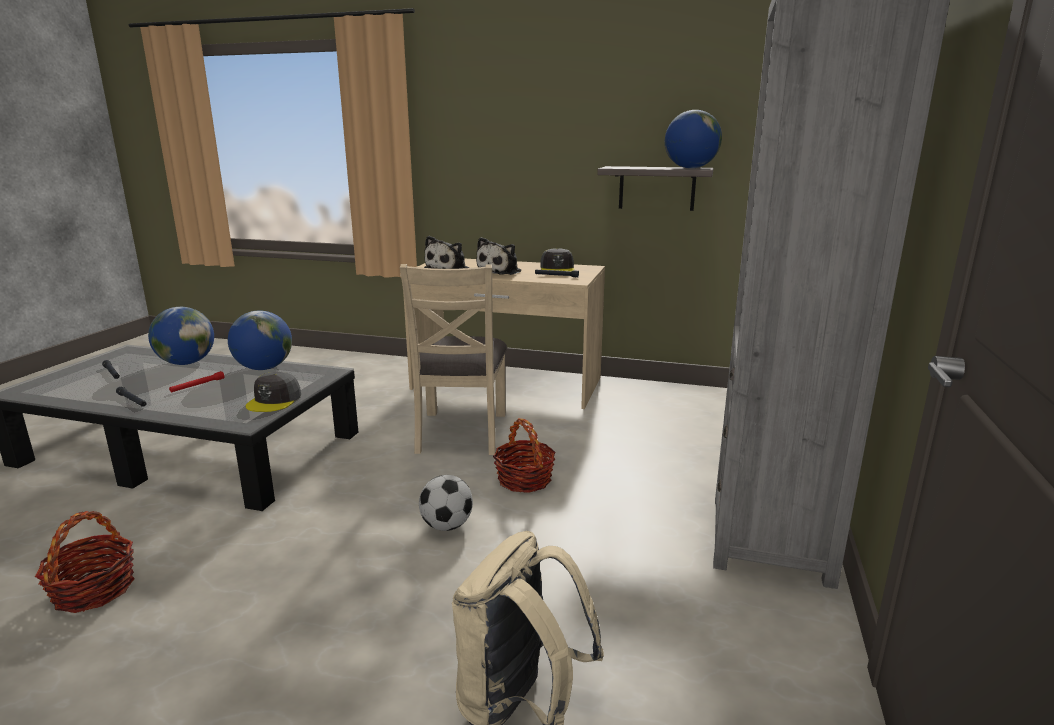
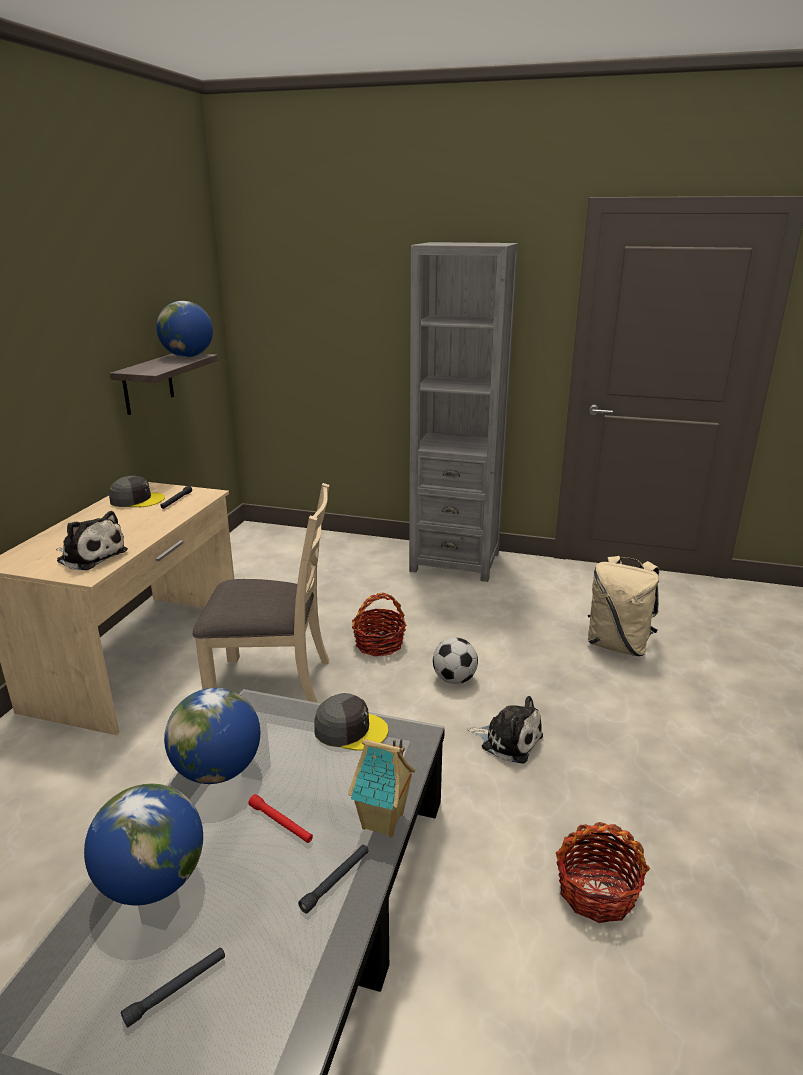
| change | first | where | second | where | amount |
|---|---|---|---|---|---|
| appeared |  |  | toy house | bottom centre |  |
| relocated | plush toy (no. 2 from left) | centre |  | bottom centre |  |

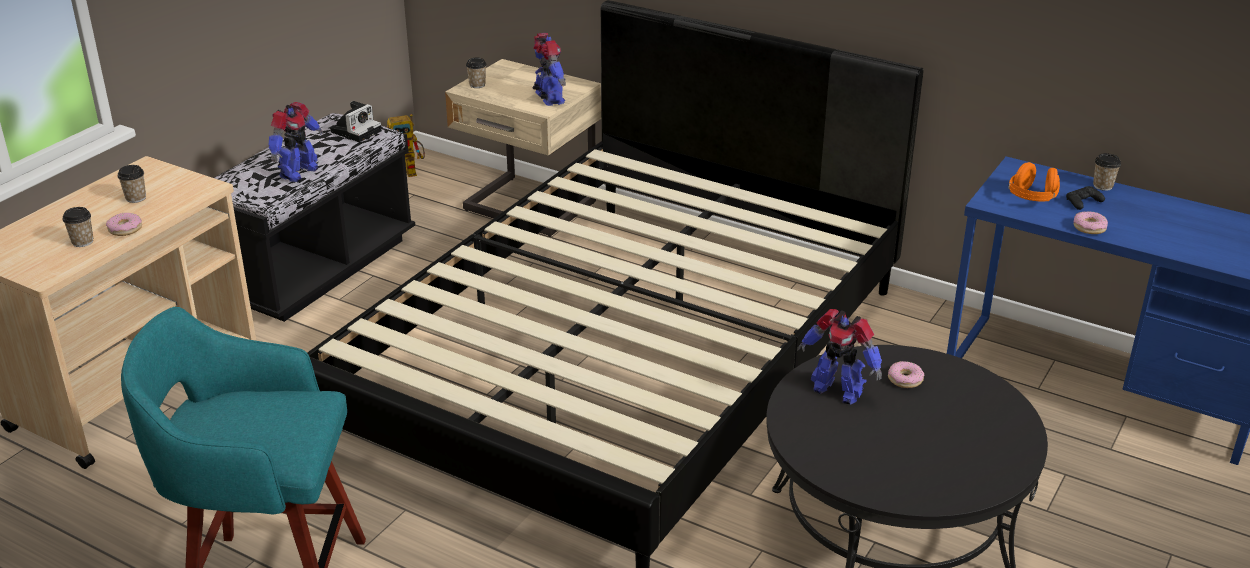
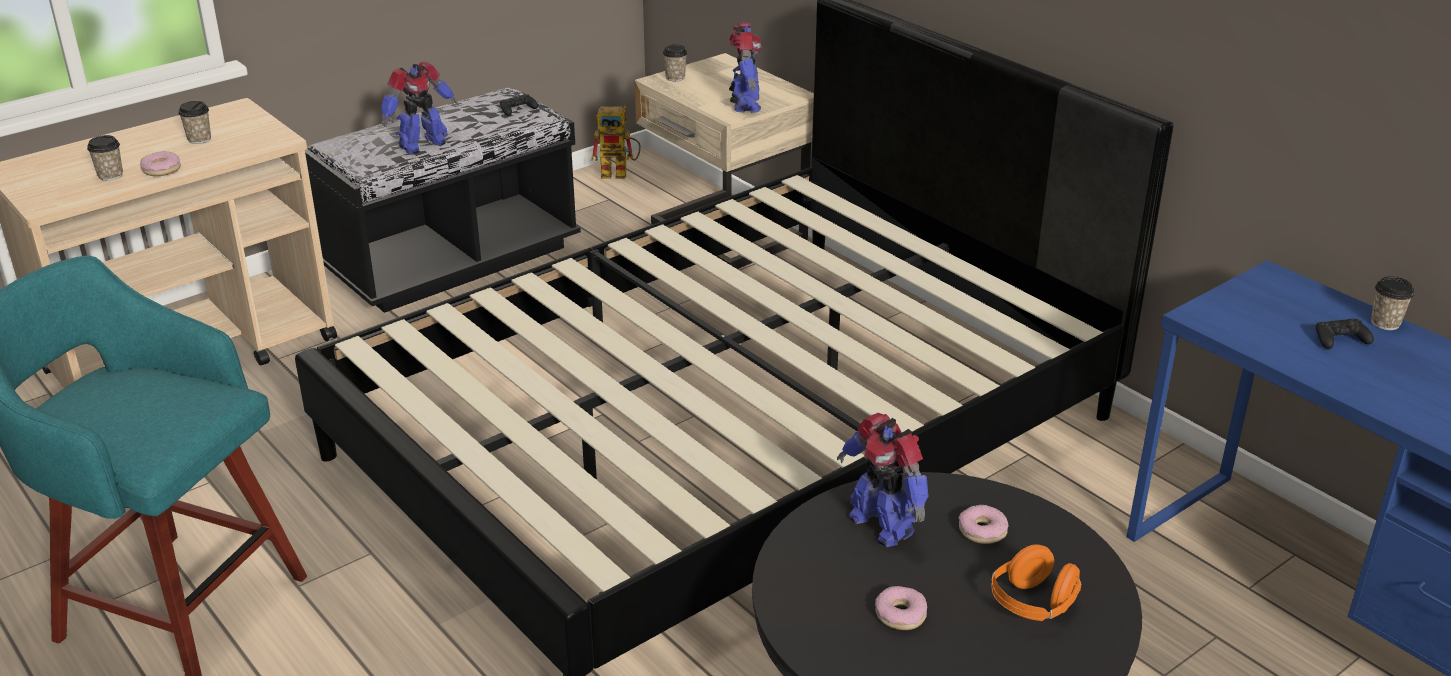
| change | first | where | second | where | amount |
|---|---|---|---|---|---|
| relocated | orange headphones | top right |  | bottom right |  |
| relocated | donut (no. 3 from left in the first image) | middle right | donut (no. 2 from left) | bottom centre |  |
| exchanged | photo camera | top left | black game controller (no. 1 from left) | top centre |  |

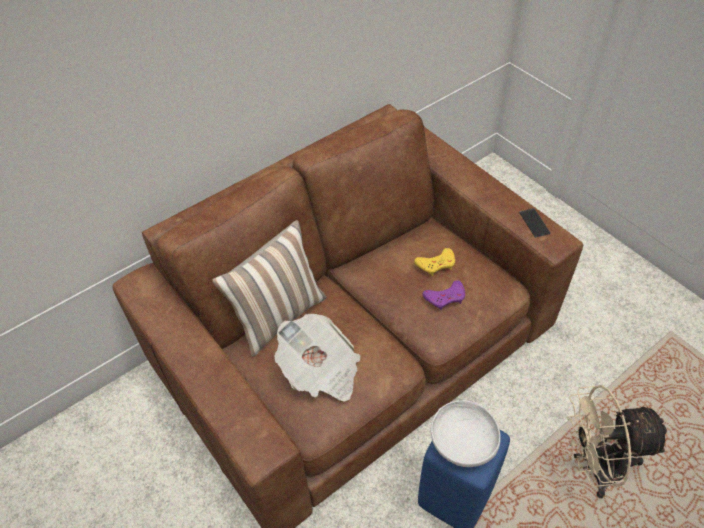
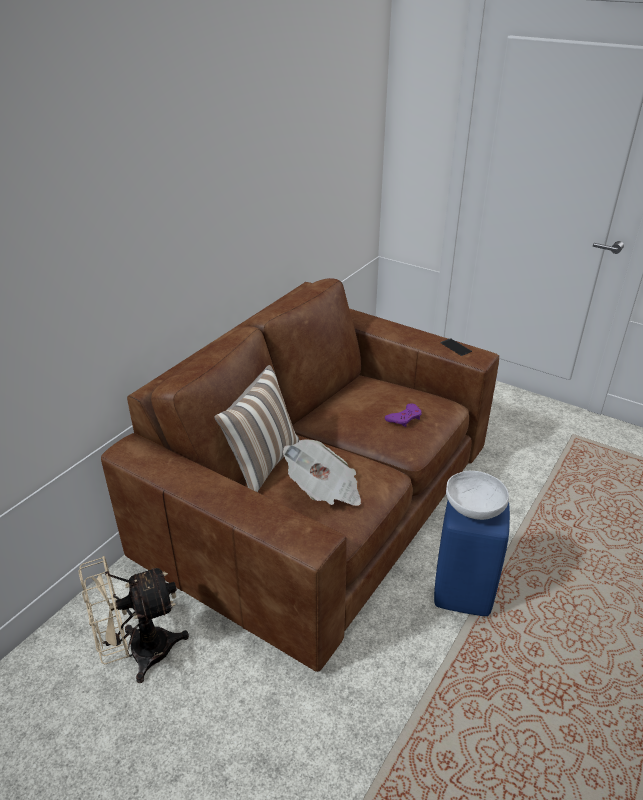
| change | first | where | second | where | amount |
|---|---|---|---|---|---|
| missing | yellow game controller | centre |  |  |  |
| relocated | beige fan | bottom right |  | bottom left |  |

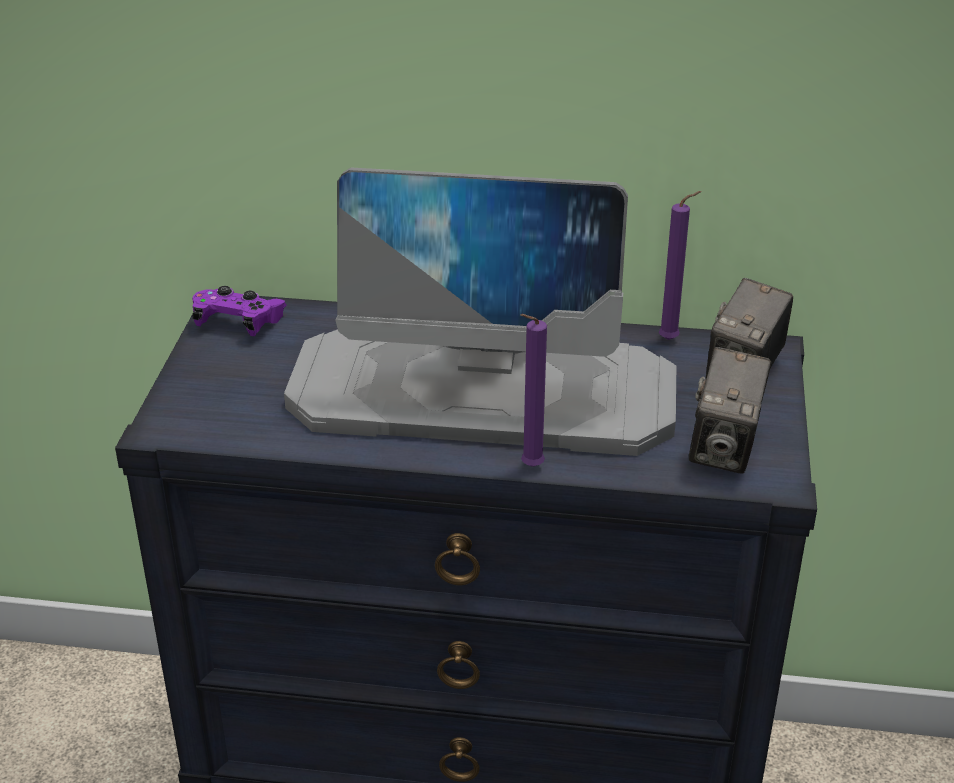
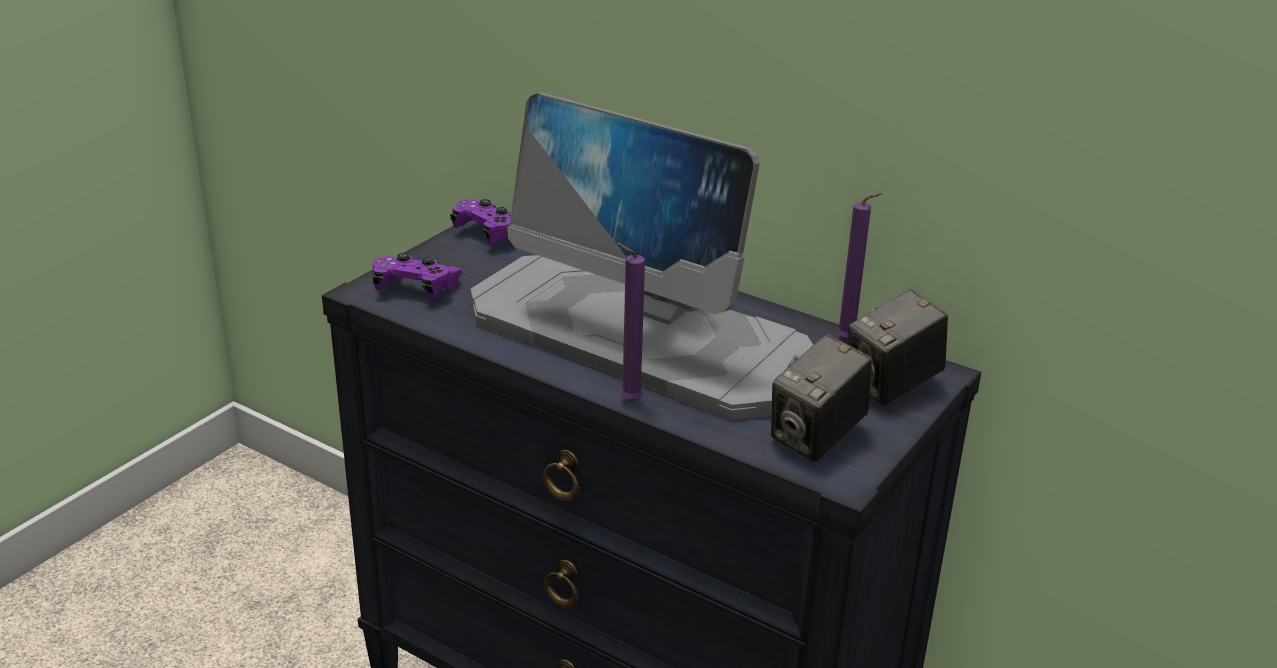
| change | first | where | second | where | amount |
|---|---|---|---|---|---|
| appeared |  |  | purple game controller (no. 1 from left) | middle left |  |

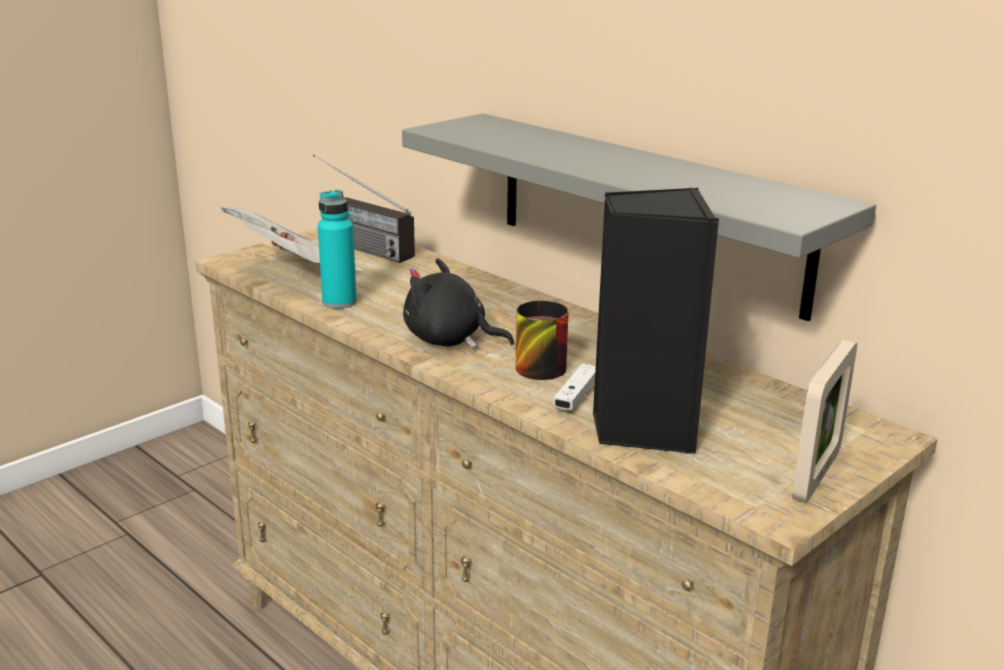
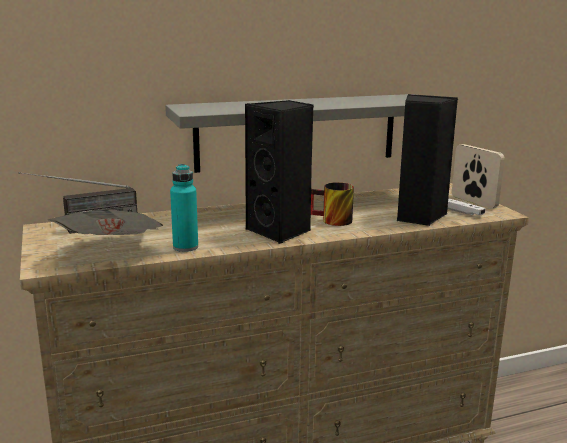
| change | first | where | second | where | amount |
|---|---|---|---|---|---|
| relocated | white game controller | centre |  | middle right |  |
| exchanged | black plush toy | centre | black speaker (no. 1 from left) | centre |  |

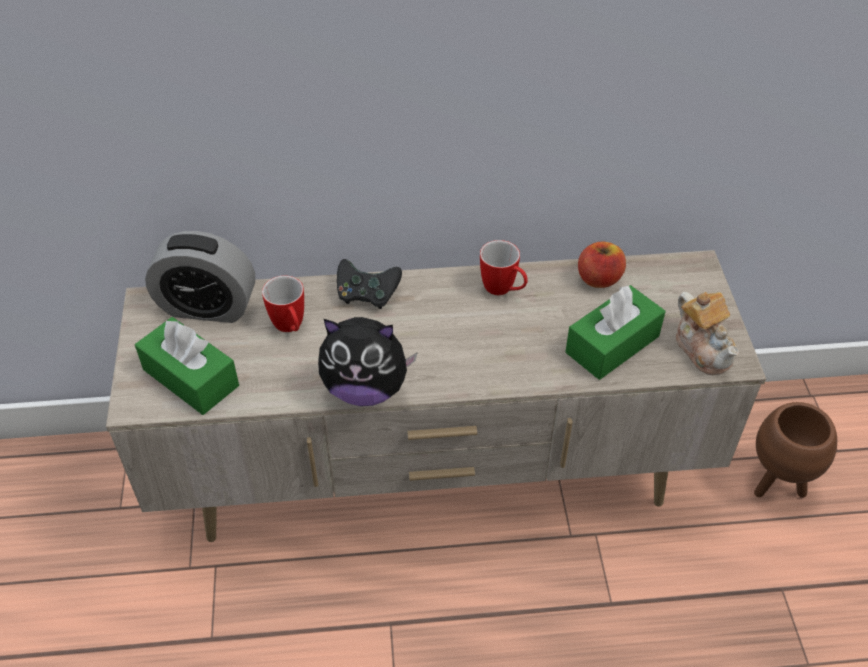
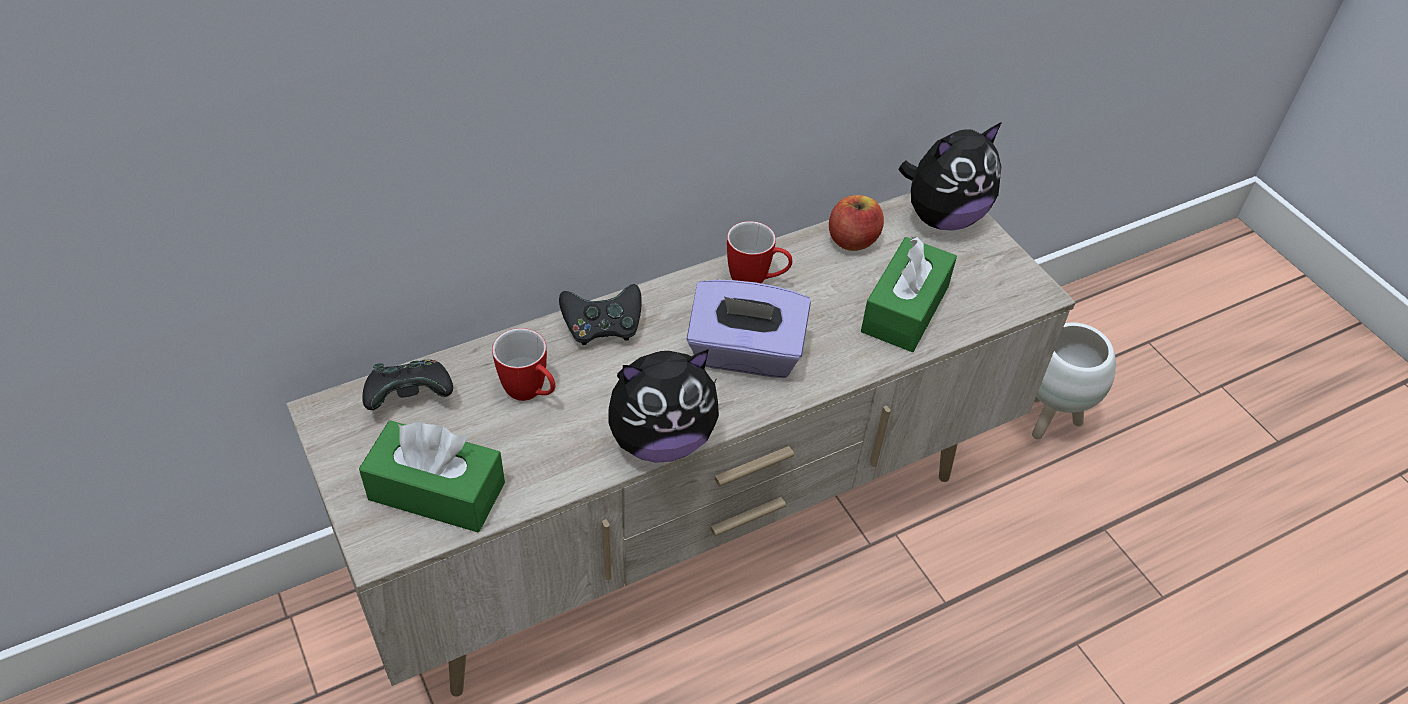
| change | first | where | second | where | amount |
|---|---|---|---|---|---|
| missing | teapot | middle right |  |  |  |
| appeared |  |  | purple tissue box | centre |  |
| appeared |  |  | plush toy (no. 2 from left) | top right |  |
| exchanged | alarm clock | middle left | black game controller (no. 1 from left) | middle left |  |
| colour | brown planter | bottom right | white planter | middle right |  |

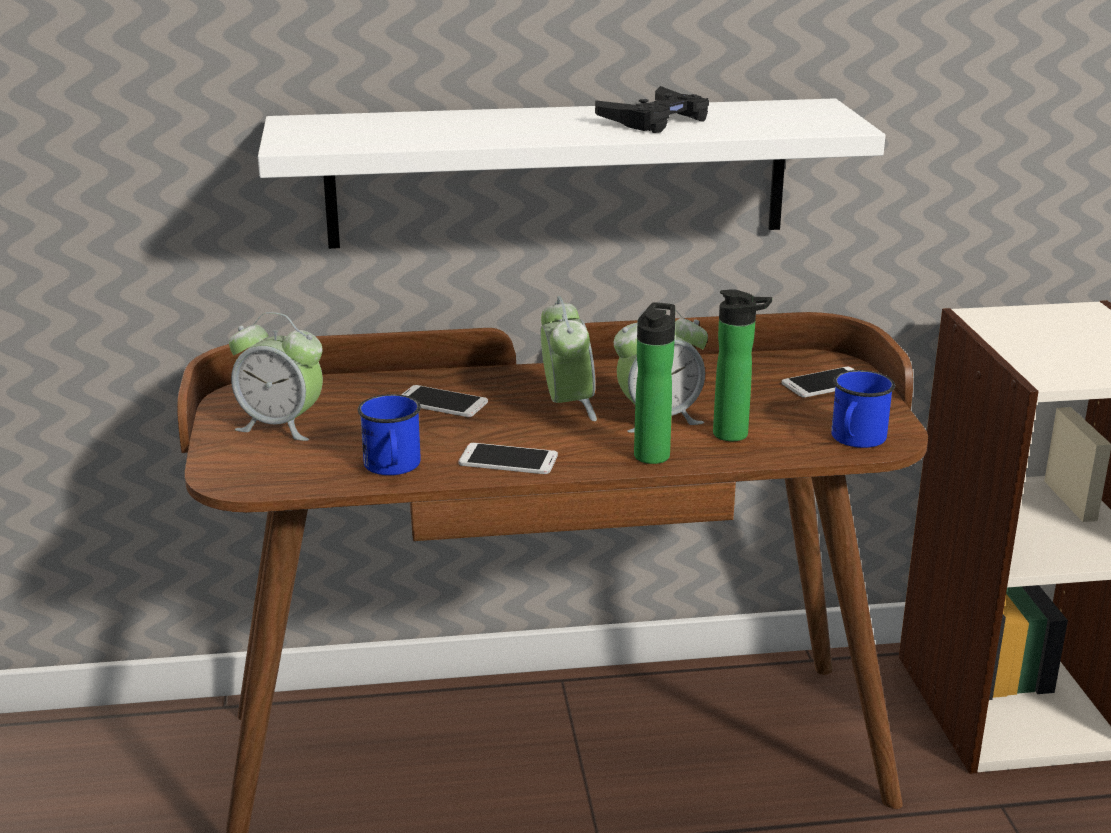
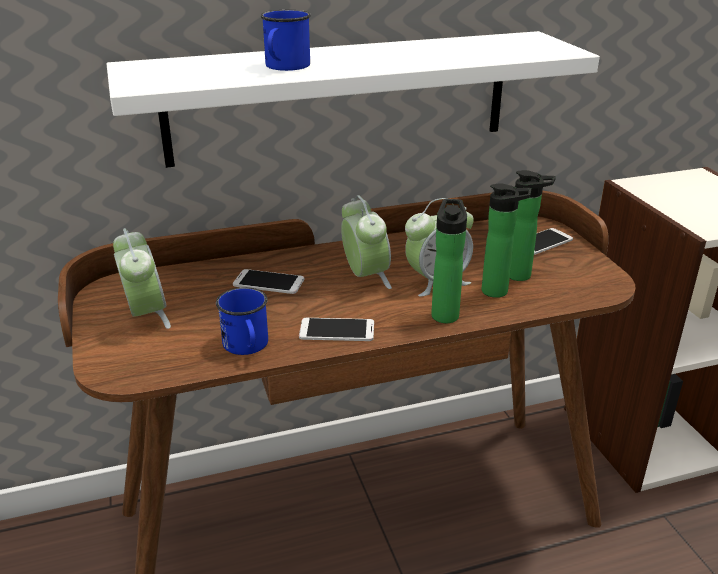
| change | first | where | second | where | amount |
|---|---|---|---|---|---|
| missing | black game controller | top centre |  |  |  |
| appeared |  |  | bottle (no. 3 from left) | middle right |  |
| relocated | blue mug (no. 2 from left) | middle right |  | top centre |  |
| spun | alarm clock (no. 1 from left) | middle left |  | middle left | 120 degrees counterclockwise |

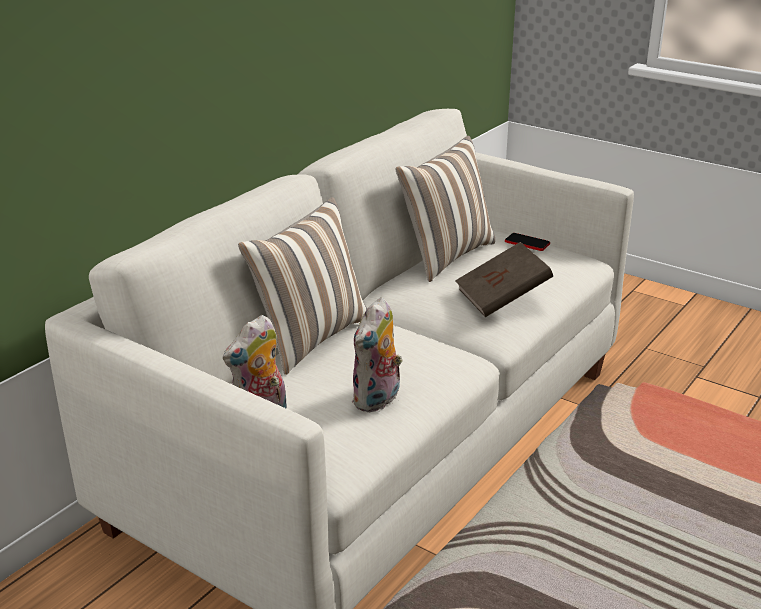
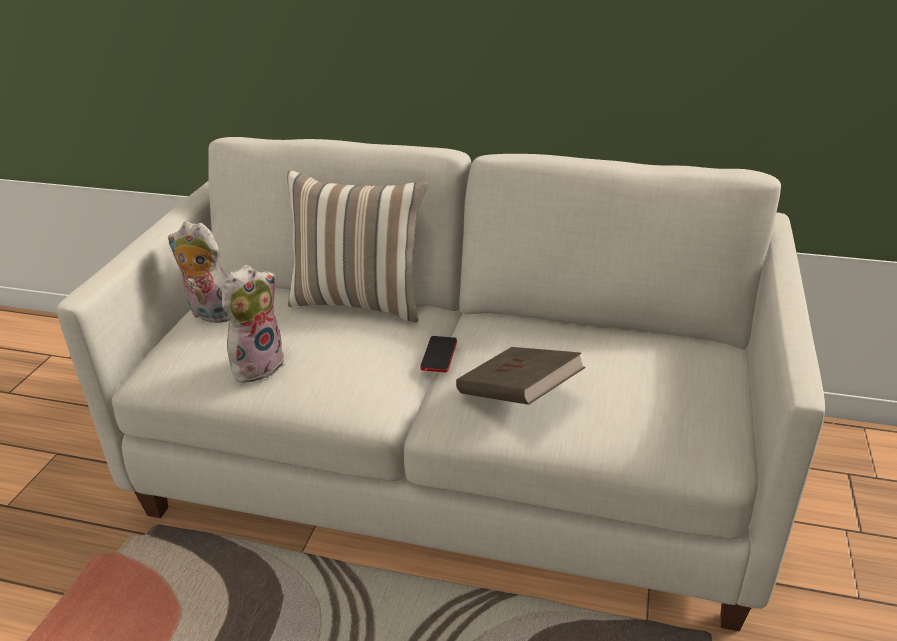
| change | first | where | second | where | amount |
|---|---|---|---|---|---|
| missing | pillow (no. 2 from left) | centre |  |  |  |
| relocated | phone | middle right |  | centre |  |
| spun | plush toy (no. 2 from left) | centre |  | middle left | 120 degrees clockwise |

